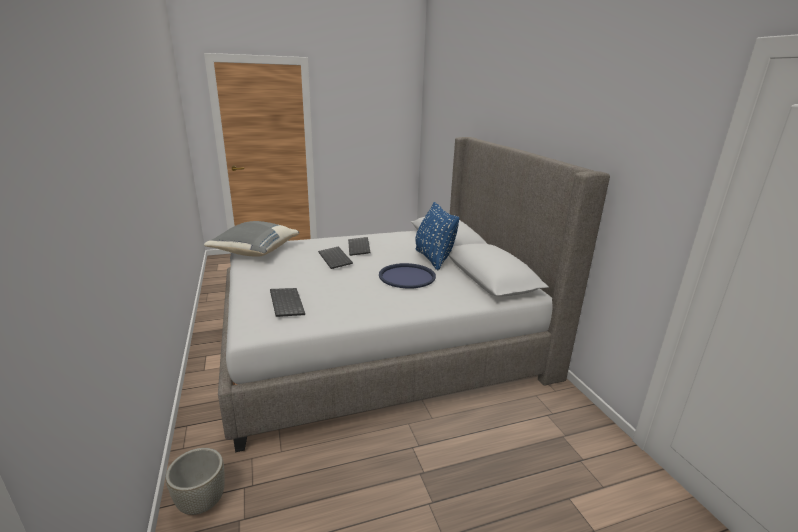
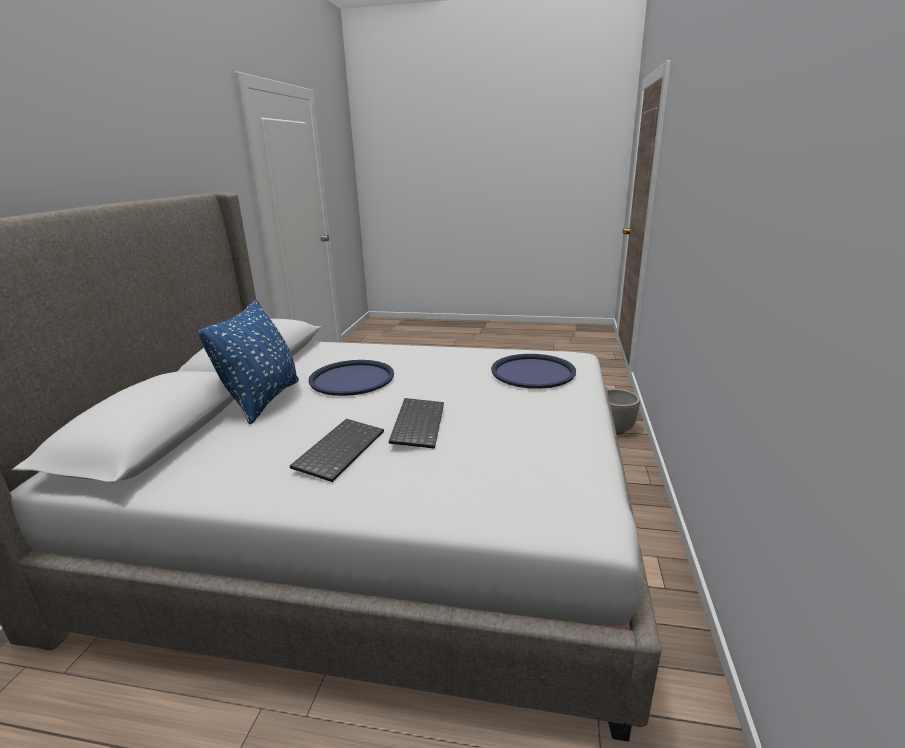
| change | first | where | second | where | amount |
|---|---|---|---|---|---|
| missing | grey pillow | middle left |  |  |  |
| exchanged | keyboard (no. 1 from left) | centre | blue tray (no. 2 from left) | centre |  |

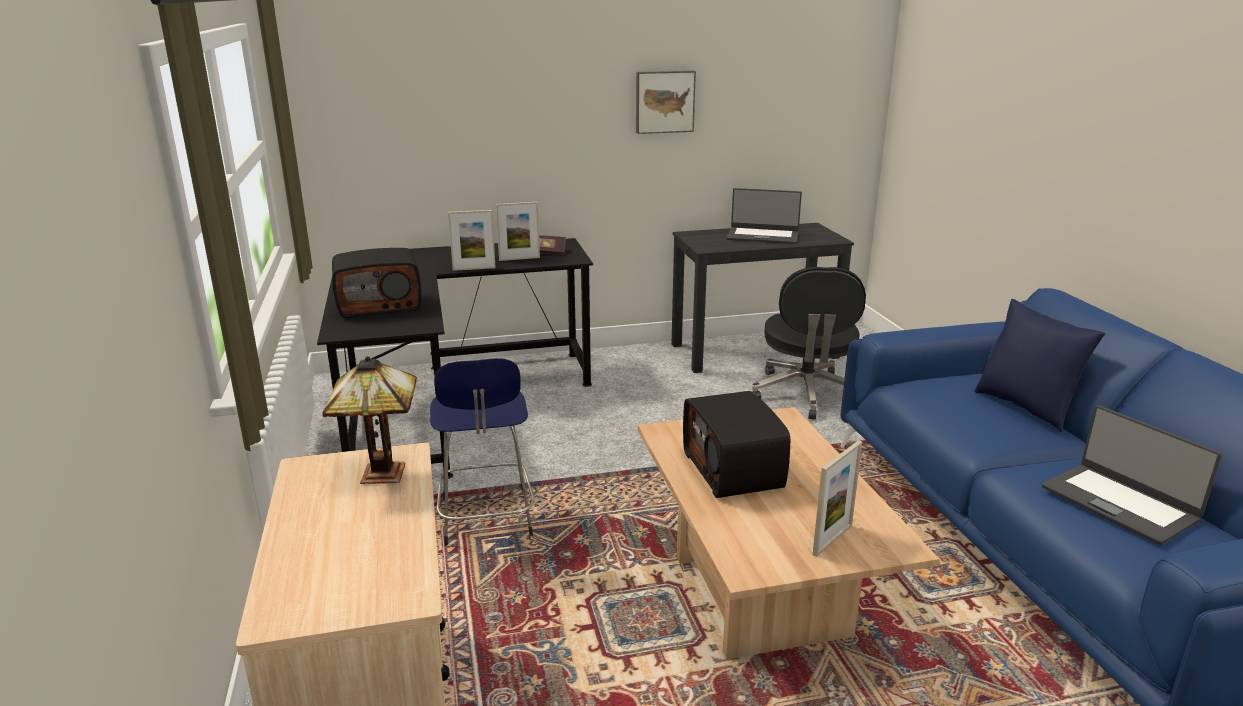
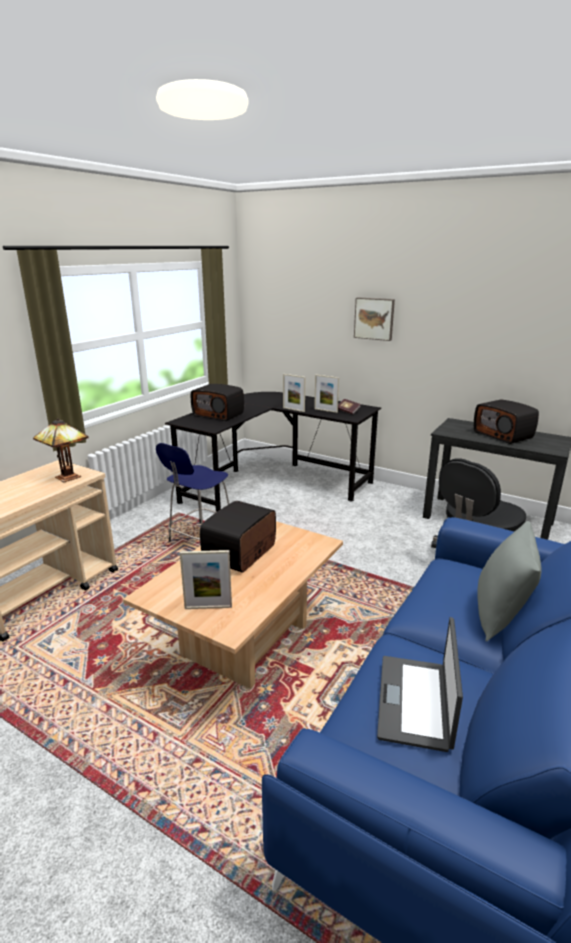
| change | first | where | second | where | amount |
|---|---|---|---|---|---|
| relocated | picture | top centre |  | centre |  |
| exchanged | laptop (no. 1 from left) | top centre | radio (no. 3 from left) | middle right |  |
| colour | blue pillow | middle right | grey pillow | middle right |  |

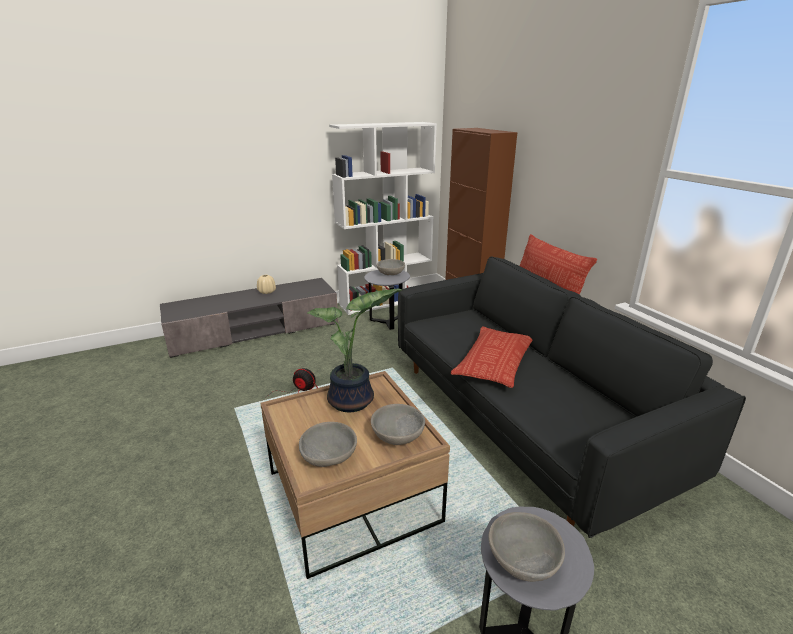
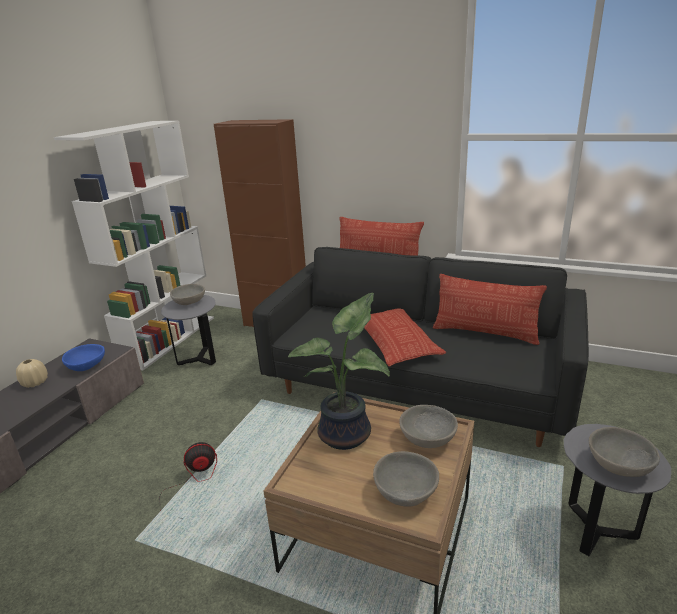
| change | first | where | second | where | amount |
|---|---|---|---|---|---|
| appeared |  |  | blue bowl | middle left |  |
| appeared |  |  | pillow (no. 3 from left) | middle right |  |

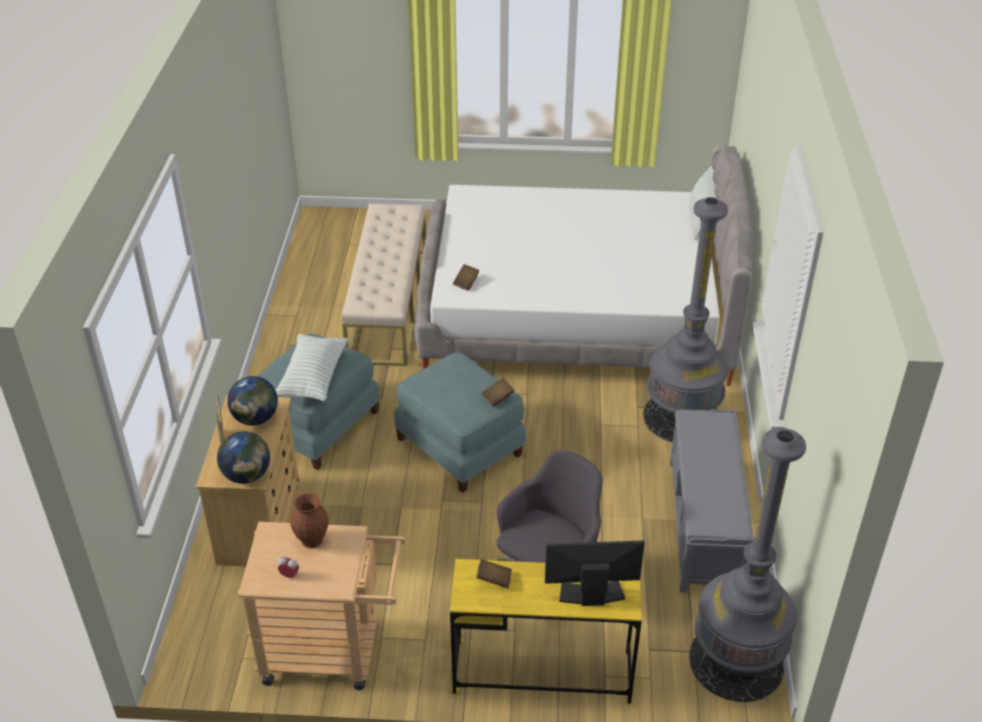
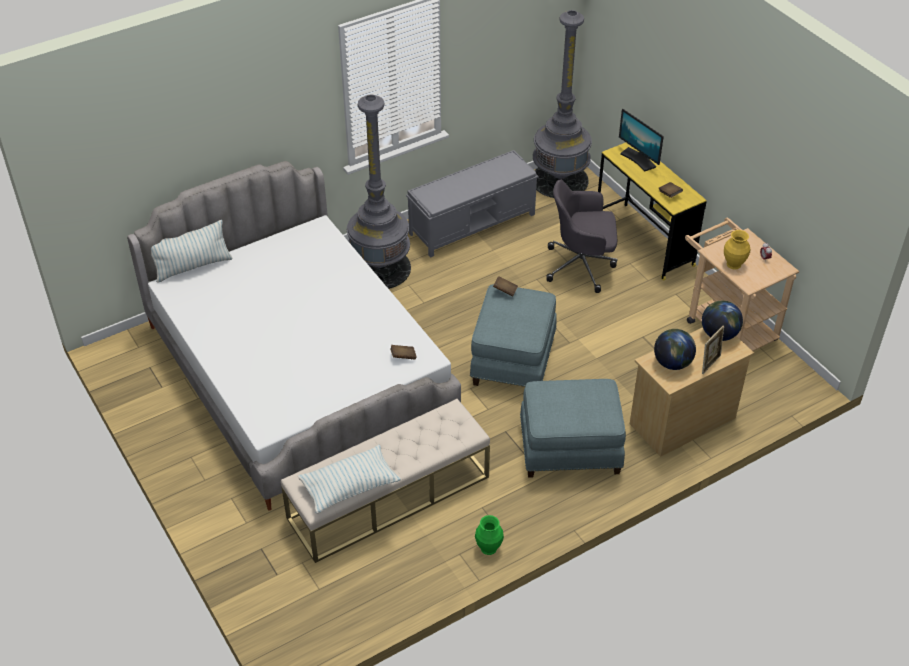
| change | first | where | second | where | amount |
|---|---|---|---|---|---|
| appeared |  |  | green vase | bottom centre |  |
| relocated | pillow (no. 1 from left in the first image) | middle left | pillow (no. 2 from left) | bottom centre |  |
| colour | brown vase | bottom left | yellow vase | middle right |  |

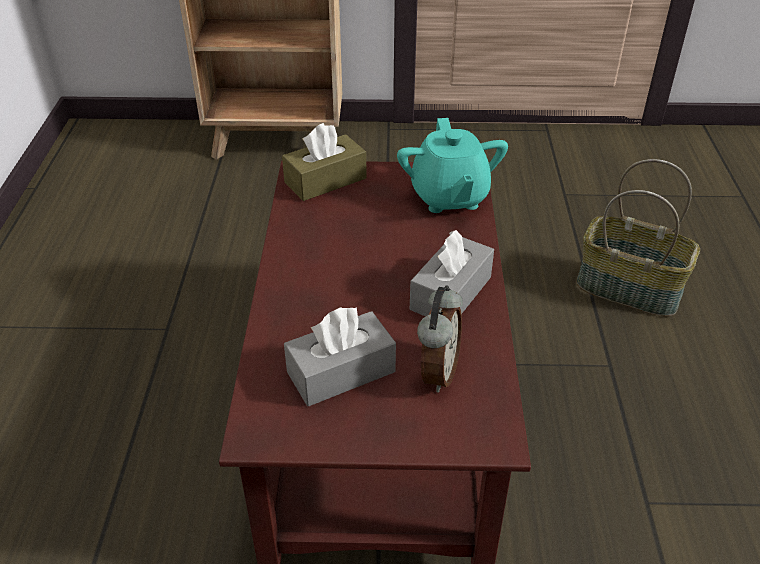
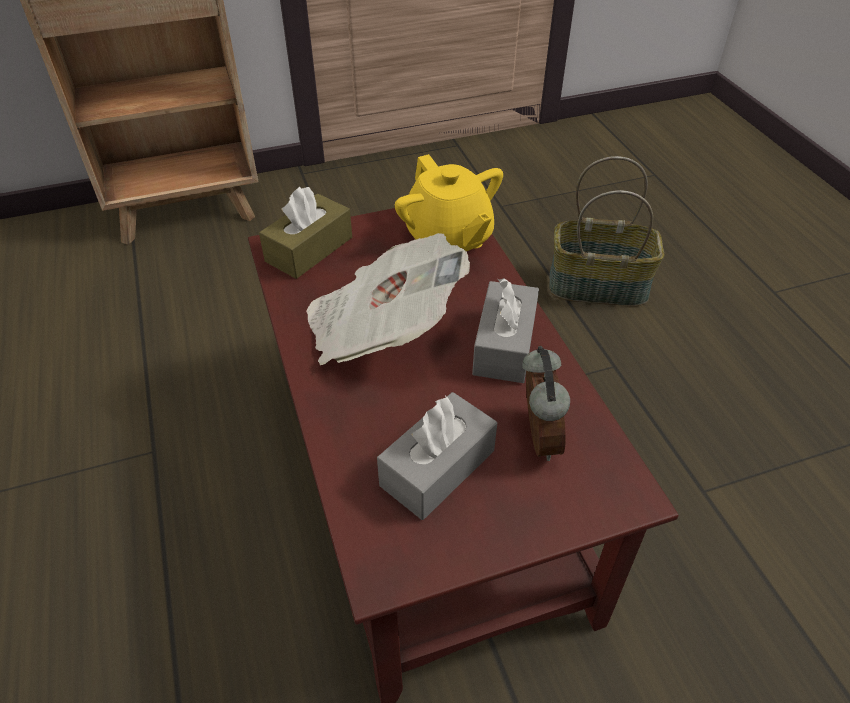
| change | first | where | second | where | amount |
|---|---|---|---|---|---|
| appeared |  |  | newspaper | centre |  |
| colour | turquoise teapot | top centre | yellow teapot | top centre |  |

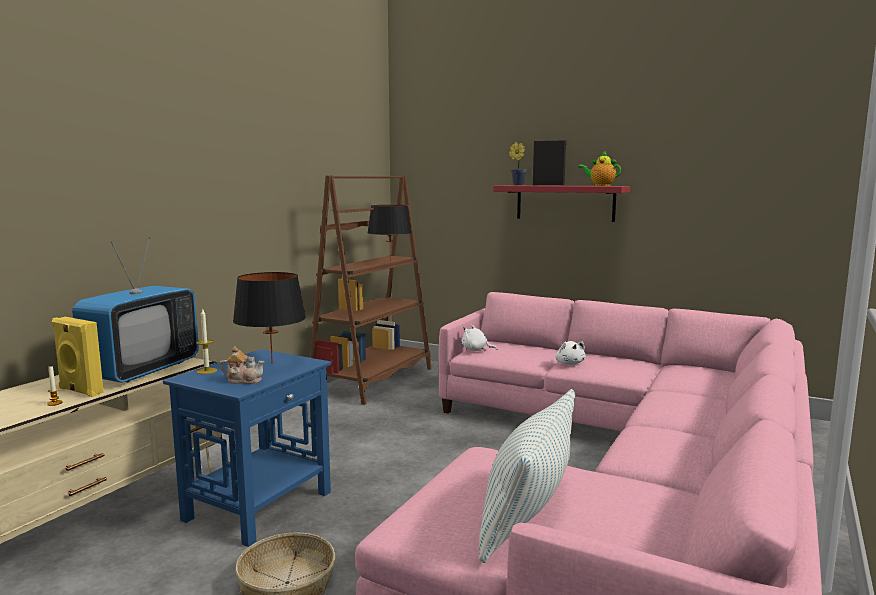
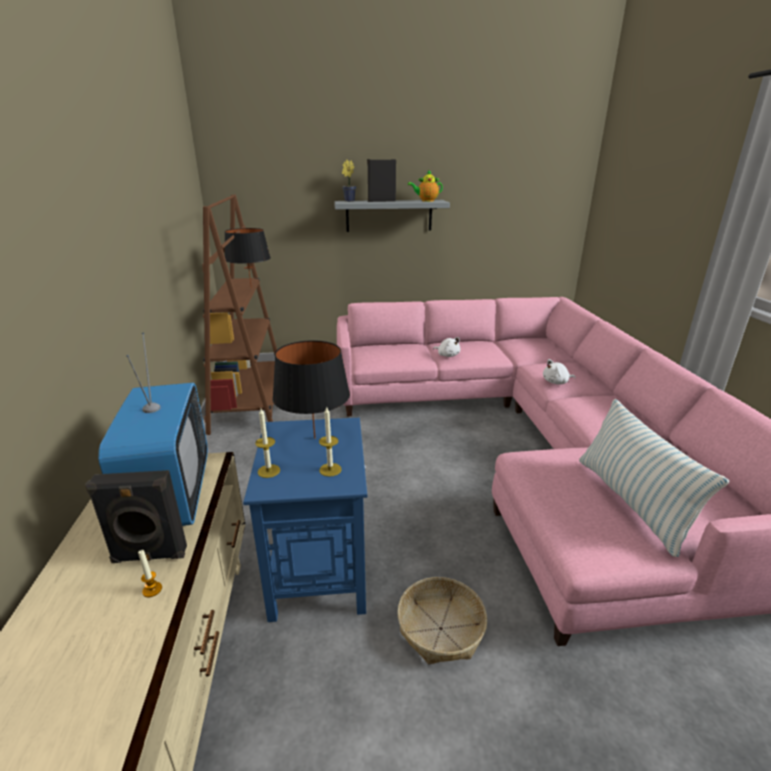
| change | first | where | second | where | amount |
|---|---|---|---|---|---|
| relocated | white plush toy (no. 1 from left in the first image) | centre | white plush toy (no. 2 from left) | middle right |  |
| exchanged | teapot (no. 1 from left) | middle left | candle (no. 3 from left) | centre |  |
| colour | yellow speaker | middle left | black speaker (no. 1 from left) | bottom left |  |
| colour | red shelf | centre | grey shelf | top centre |  |

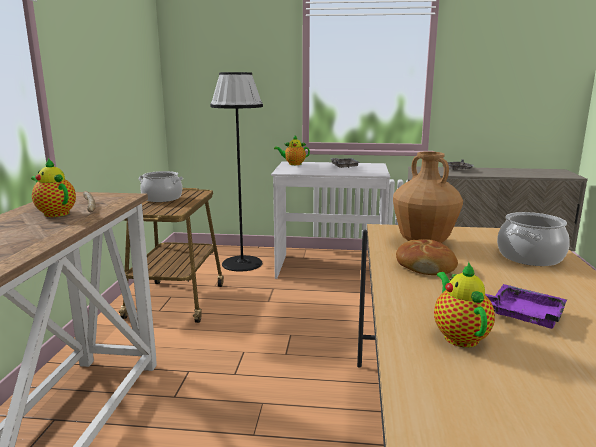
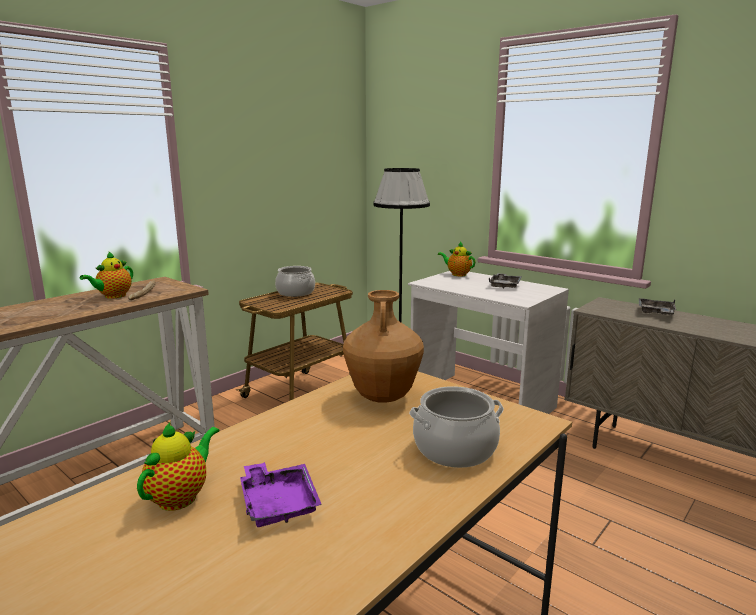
| change | first | where | second | where | amount |
|---|---|---|---|---|---|
| missing | bread (no. 2 from left) | middle right |  |  |  |
| spun | teapot (no. 1 from left) | middle left |  | middle left | 135 degrees counterclockwise |

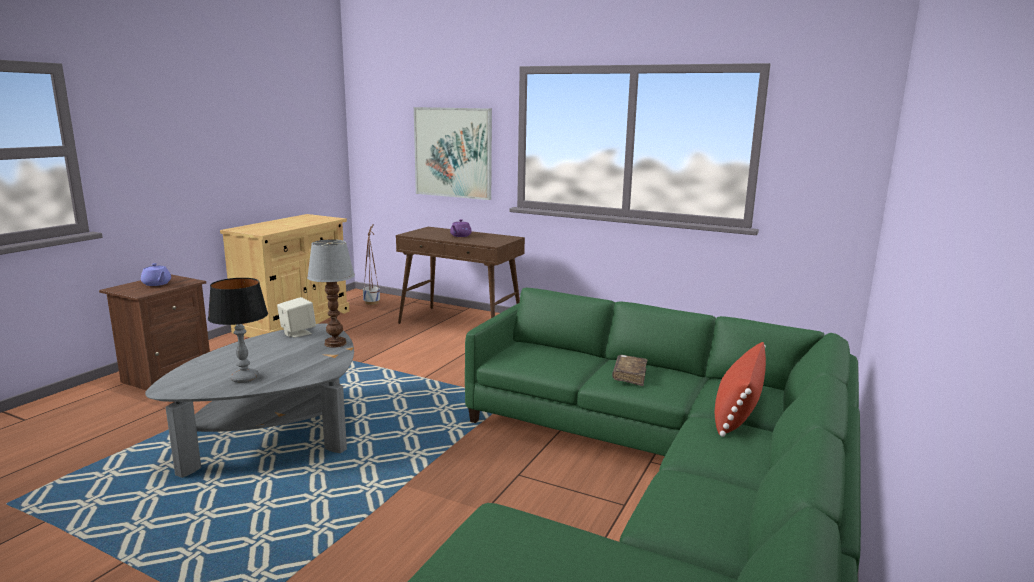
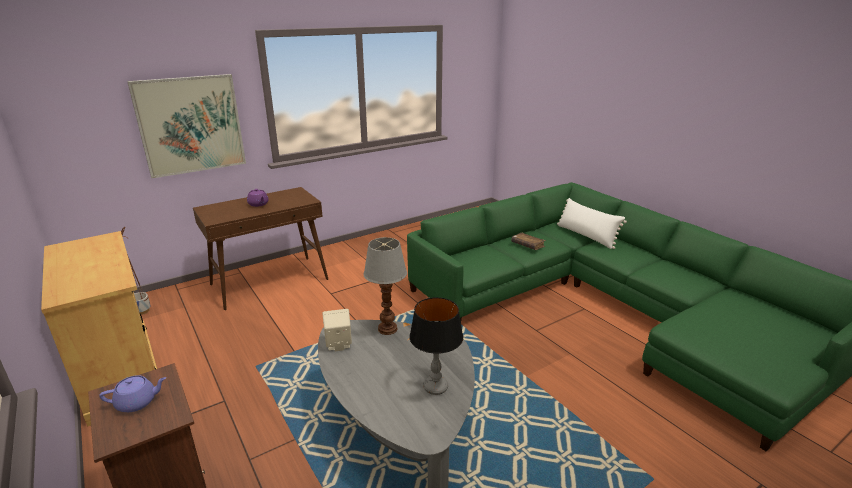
| change | first | where | second | where | amount |
|---|---|---|---|---|---|
| colour | red pillow | bottom right | white pillow | middle right |  |

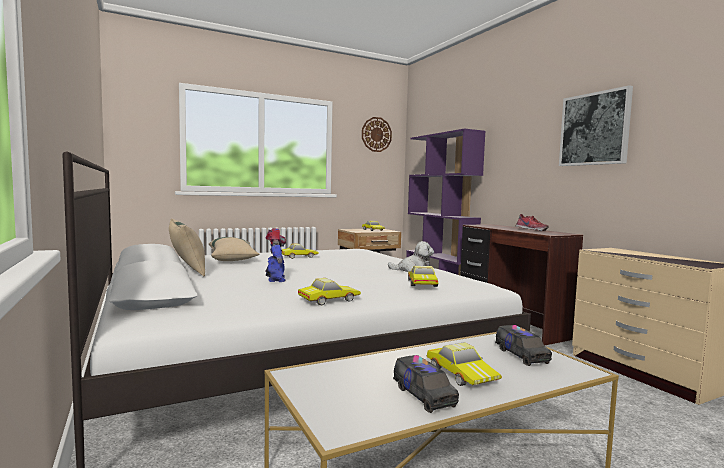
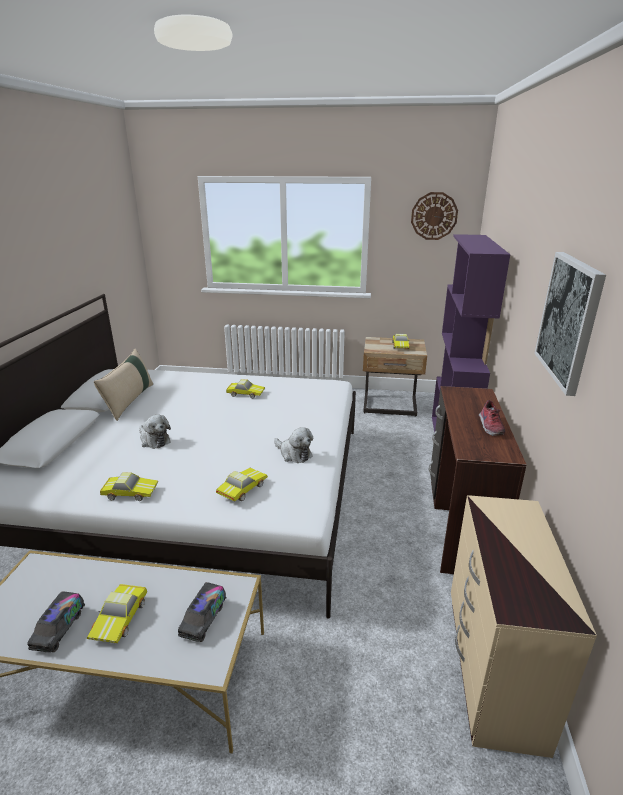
| change | first | where | second | where | amount |
|---|---|---|---|---|---|
| missing | beige pillow (no. 2 from left) | middle left |  |  |  |
| exchanged | toy robot | centre | plush toy (no. 1 from left) | middle left |  |

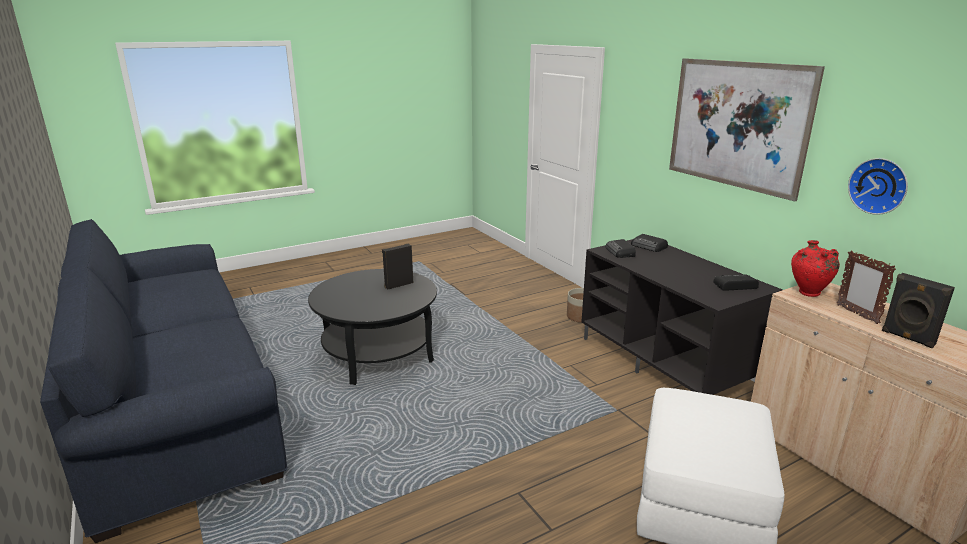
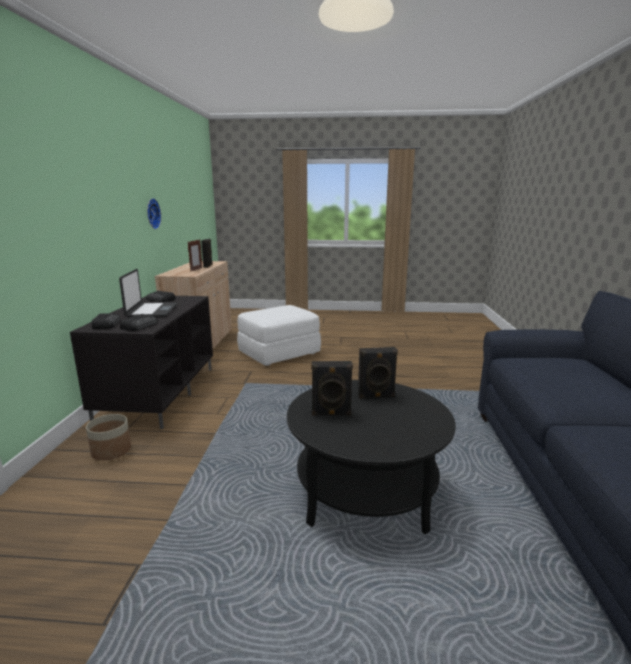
| change | first | where | second | where | amount |
|---|---|---|---|---|---|
| missing | picture | top right |  |  |  |
| missing | red vase | middle right |  |  |  |
| appeared |  |  | laptop | middle left |  |
| appeared |  |  | black speaker (no. 3 from left) | centre |  |

